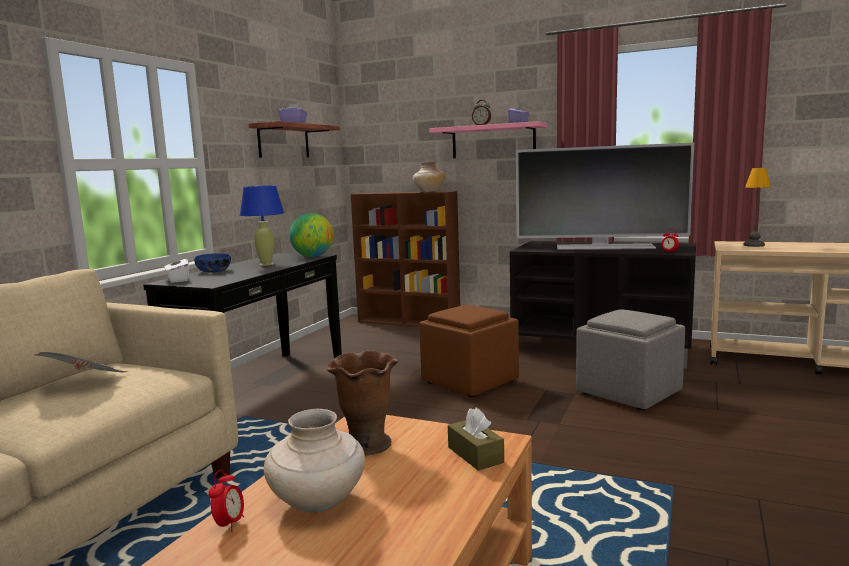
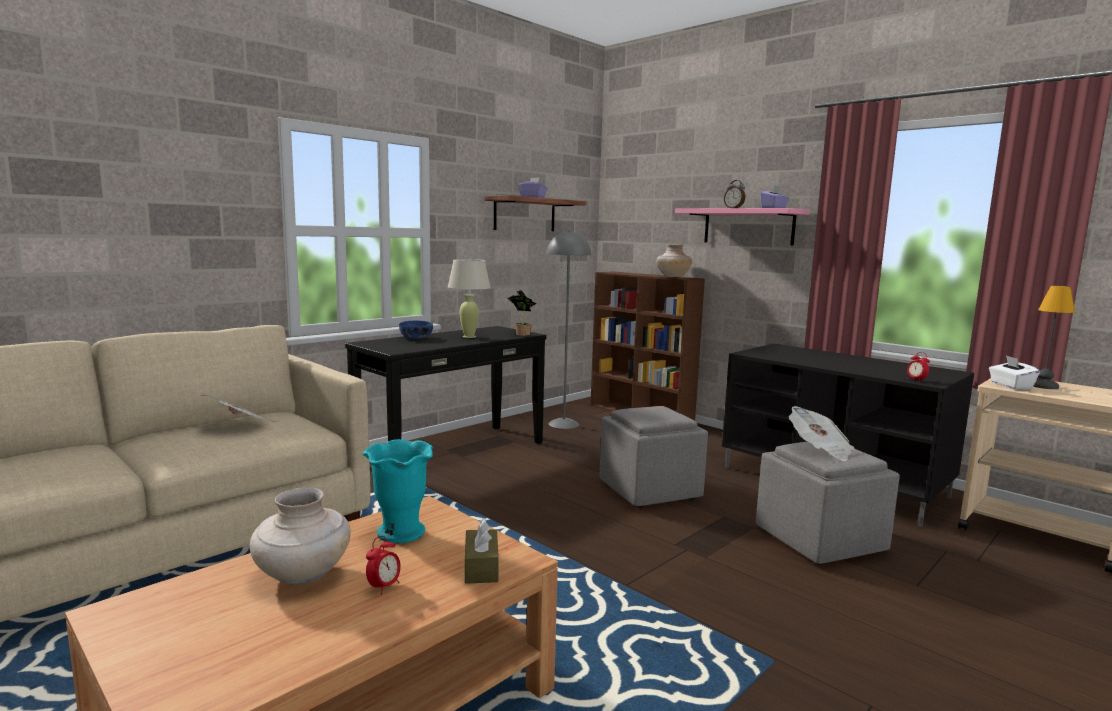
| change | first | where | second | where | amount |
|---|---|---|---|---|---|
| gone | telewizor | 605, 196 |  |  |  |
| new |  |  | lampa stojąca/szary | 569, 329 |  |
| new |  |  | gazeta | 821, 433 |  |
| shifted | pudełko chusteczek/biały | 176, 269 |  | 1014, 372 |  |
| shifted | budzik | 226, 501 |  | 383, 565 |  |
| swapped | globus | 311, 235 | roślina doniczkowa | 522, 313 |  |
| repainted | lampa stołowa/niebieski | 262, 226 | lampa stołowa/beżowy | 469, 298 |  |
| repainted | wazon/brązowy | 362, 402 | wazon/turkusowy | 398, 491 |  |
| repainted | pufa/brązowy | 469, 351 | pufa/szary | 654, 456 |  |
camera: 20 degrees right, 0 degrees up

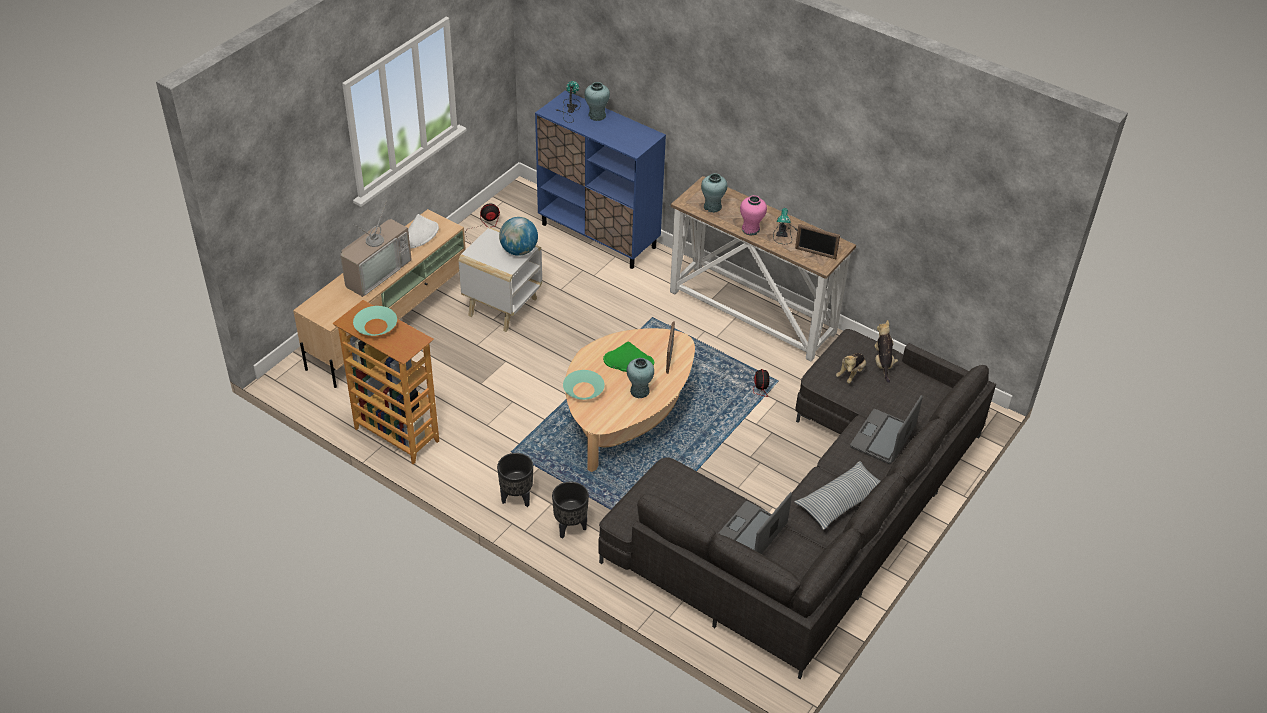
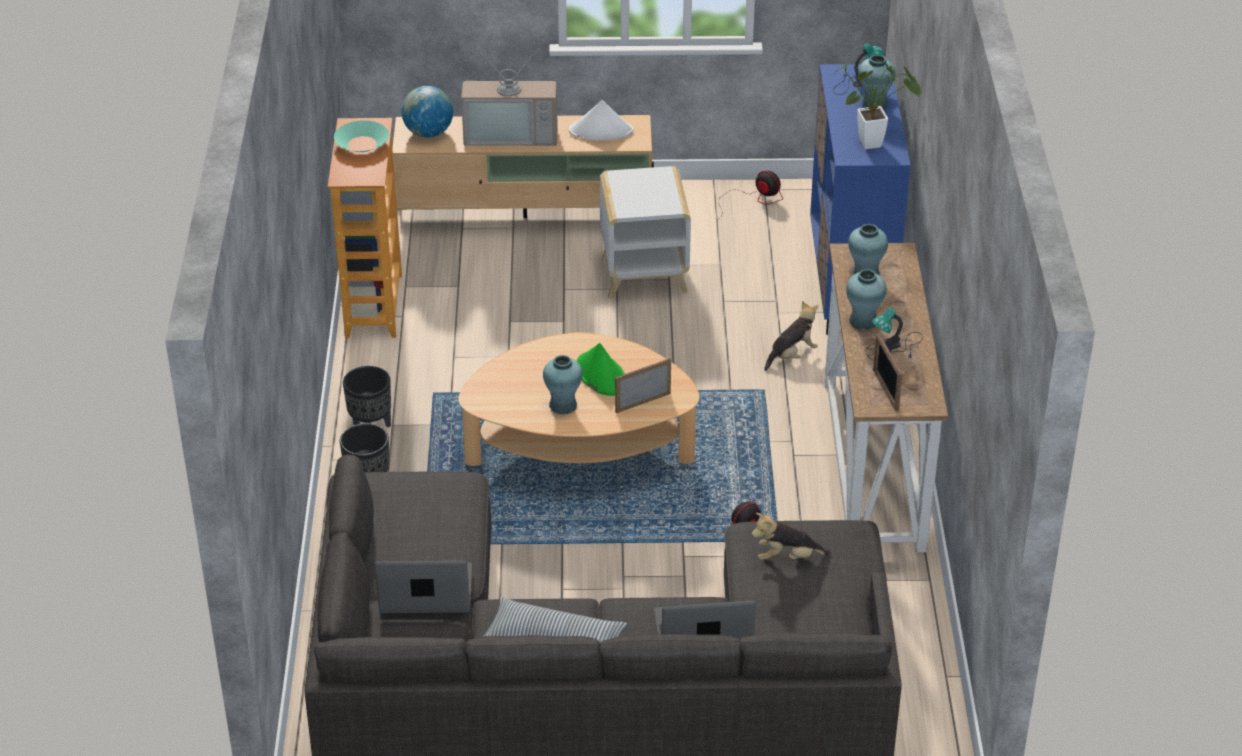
| change | first | where | second | where | amount |
|---|---|---|---|---|---|
| gone | miska/turkusowy | 584, 385 |  |  |  |
| new |  |  | roślina doniczkowa | 877, 106 |  |
| shifted | globus | 518, 236 |  | 427, 112 |  |
| shifted | pluszak | 886, 351 |  | 791, 336 |  |
| repainted | wazon/różowy | 753, 215 | wazon/turkusowy | 866, 299 |  |
camera: 55 degrees right, 5 degrees down

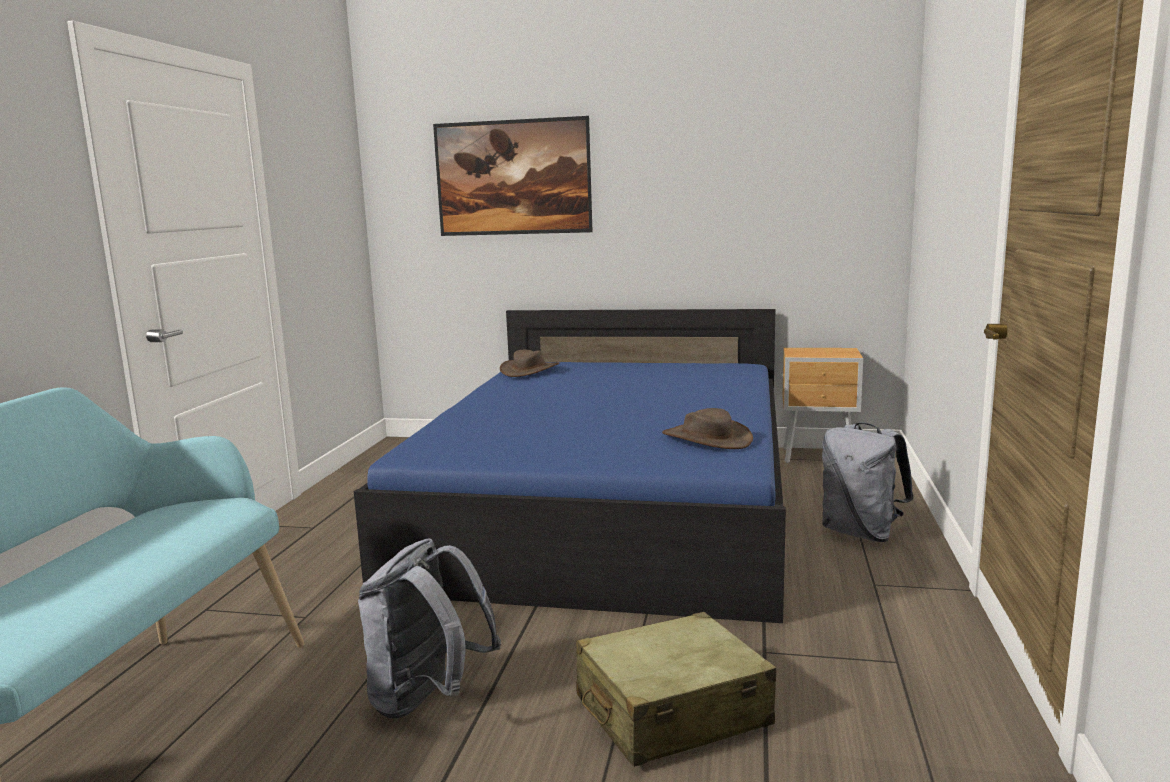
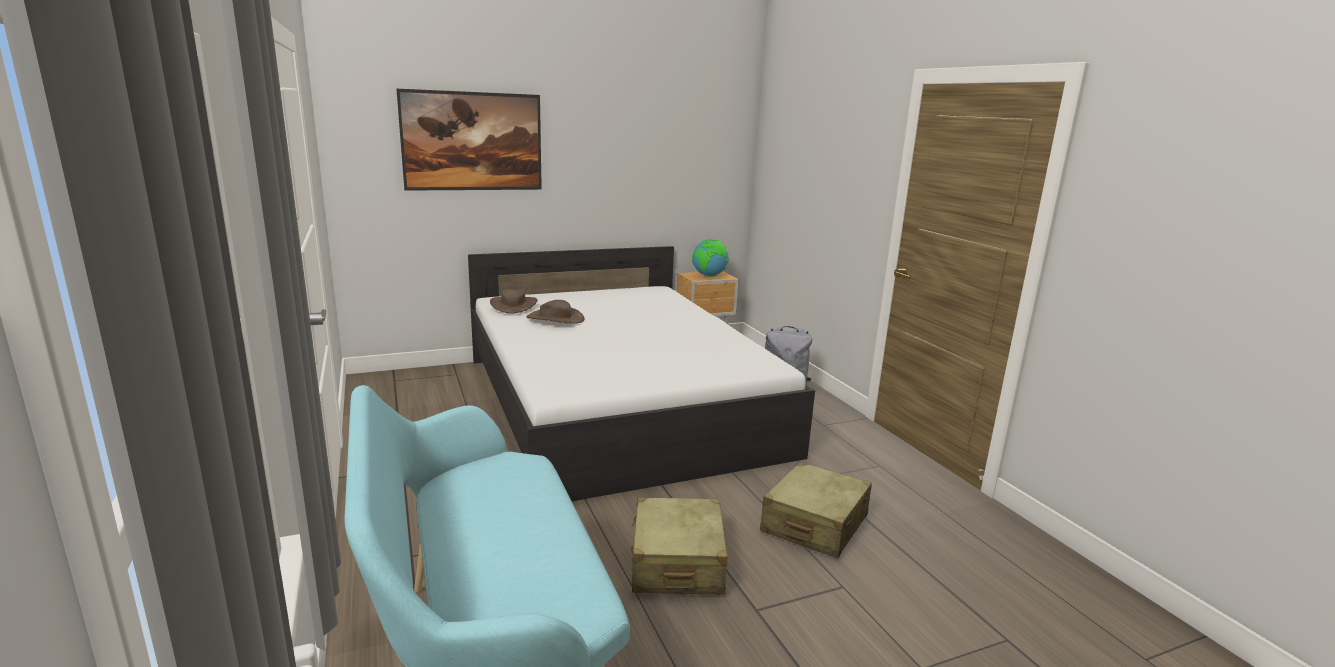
| change | first | where | second | where | amount |
|---|---|---|---|---|---|
| new |  |  | globus | 710, 258 |  |
| shifted | kapelusz/brązowy | 707, 428 |  | 555, 312 |  |
| swapped | plecak/szary | 429, 628 | walizka/beżowy | 679, 546 |  |
| repainted | łóżko/niebieski | 570, 466 | łóżko/biały | 641, 373 |  |
camera: 35 degrees left, 5 degrees up

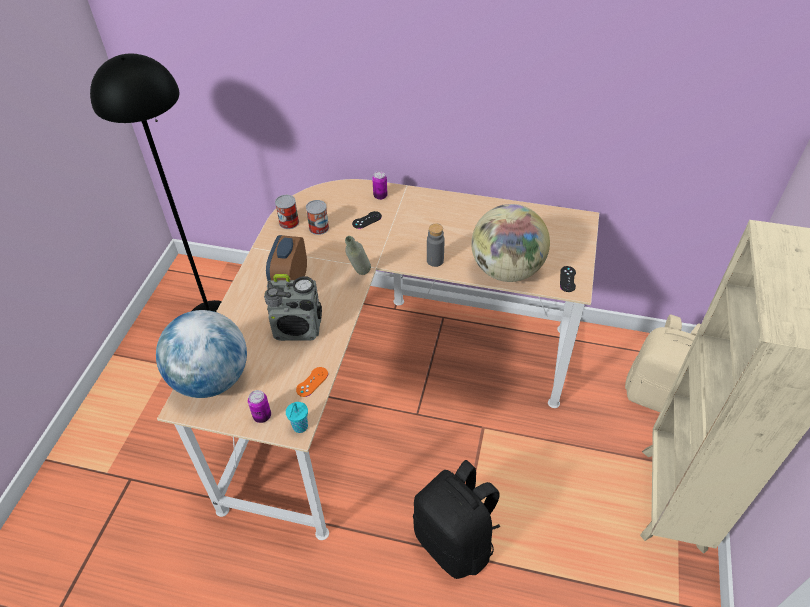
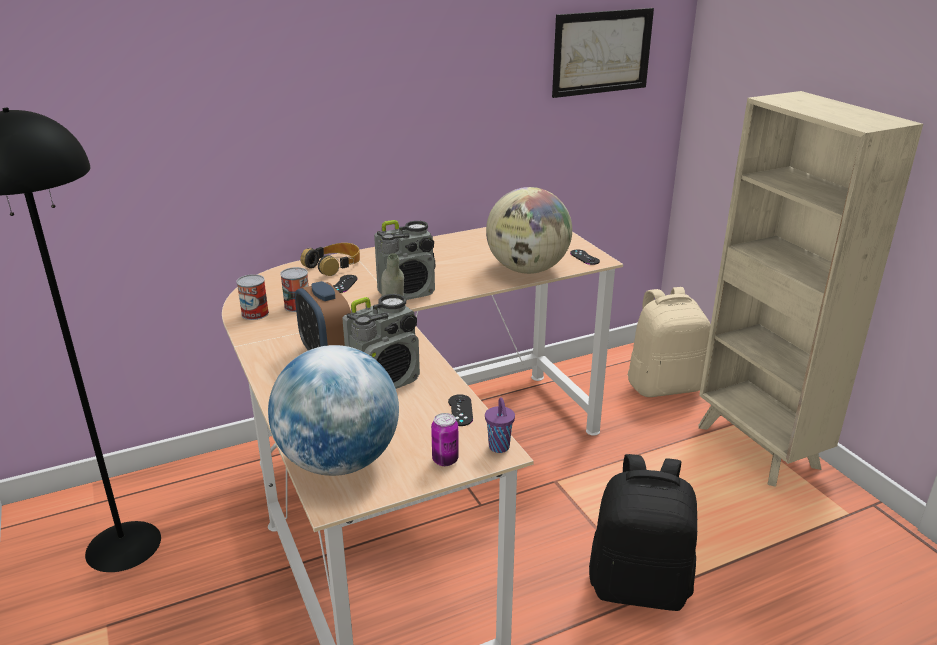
| change | first | where | second | where | amount |
|---|---|---|---|---|---|
| gone | butelka/szary | 436, 245 |  |  |  |
| new |  |  | radio | 405, 260 |  |
| new |  |  | obraz | 603, 53 |  |
| swapped | puszka | 380, 185 | słuchawki | 330, 259 |  |
| repainted | filiżanka/turkusowy | 297, 417 | filiżanka/fioletowy | 500, 425 |  |
| repainted | pad do gier/pomarańczowy | 312, 382 | pad do gier/czarny | 460, 410 |  |
camera: 40 degrees left, 20 degrees down

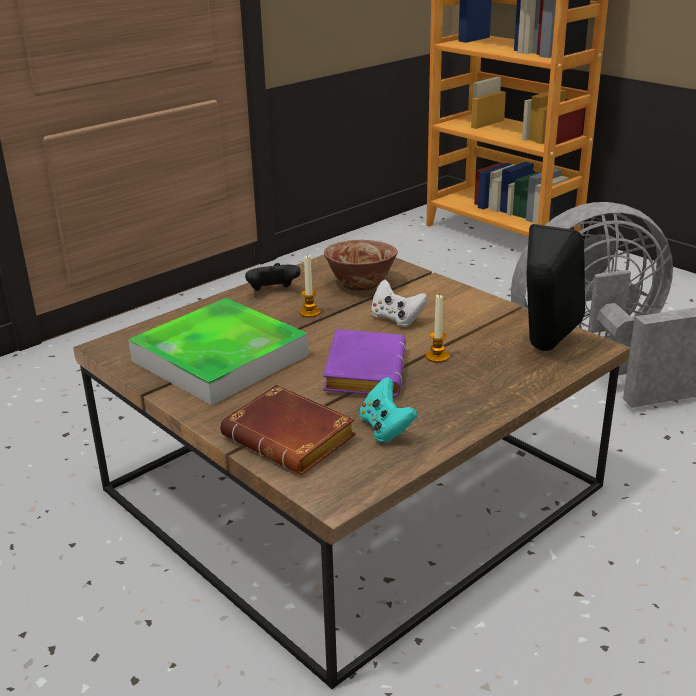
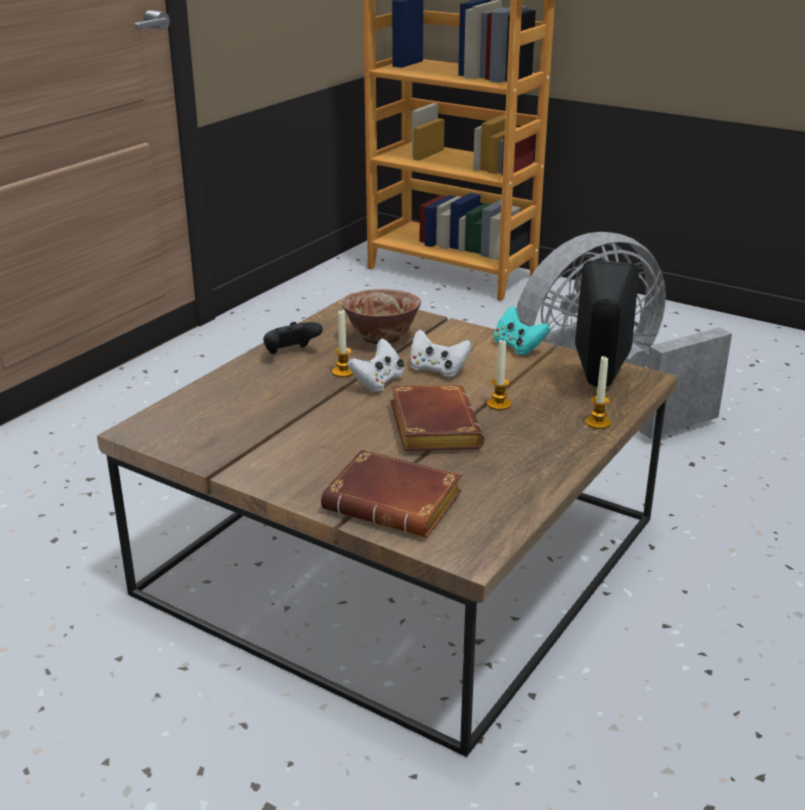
| change | first | where | second | where | amount |
|---|---|---|---|---|---|
| gone | taca | 218, 351 |  |  |  |
| new |  |  | pad do gier/biały | 375, 365 |  |
| new |  |  | świeca | 598, 392 |  |
| shifted | pad do gier/turkusowy | 389, 410 |  | 522, 330 |  |
| repainted | książka/fioletowy | 364, 363 | książka/brązowy | 437, 418 |  |
camera: 15 degrees left, 0 degrees up

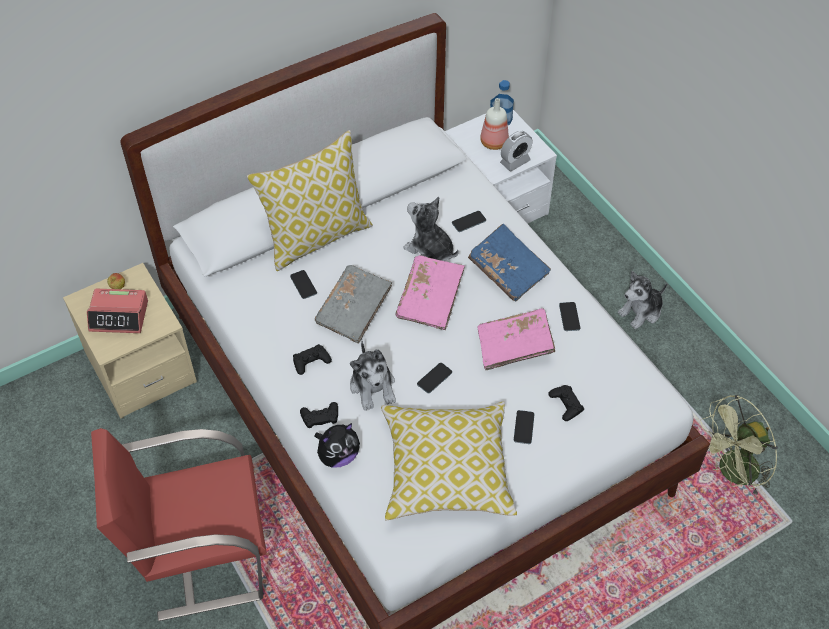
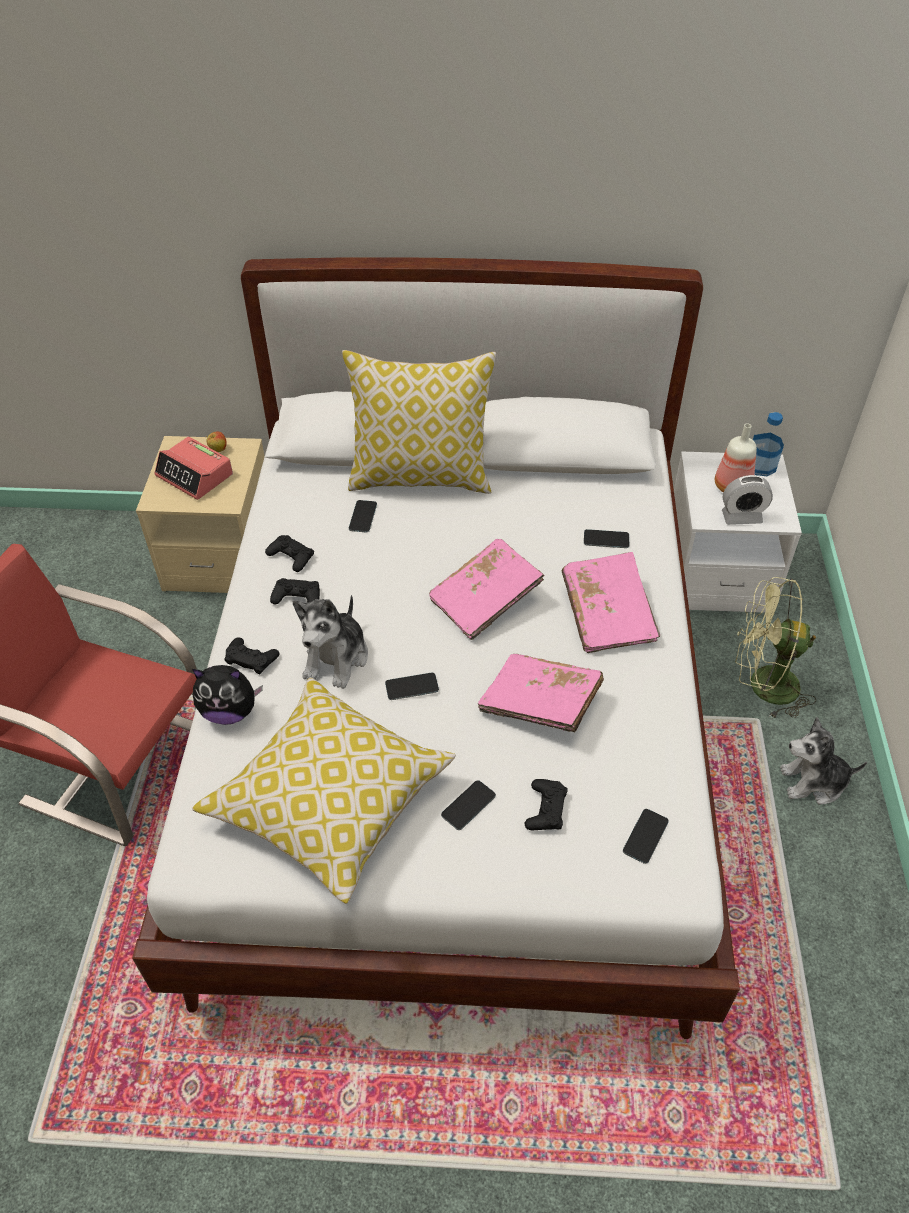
| change | first | where | second | where | amount |
|---|---|---|---|---|---|
| gone | książka/szary | 353, 304 |  |  |  |
| gone | pluszak | 431, 229 |  |  |  |
| new |  |  | pad do gier/czarny | 289, 553 |  |
| shifted | telefon | 569, 316 |  | 646, 836 |  |
| shifted | wentylator/zielony | 739, 446 |  | 775, 648 |  |
| repainted | książka/niebieski | 509, 262 | książka/różowy | 611, 602 |  |
camera: 35 degrees right, 5 degrees down

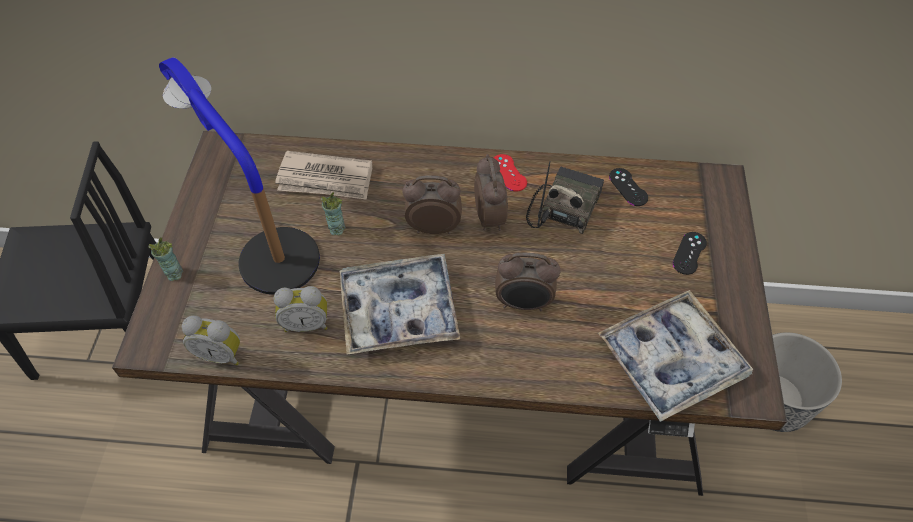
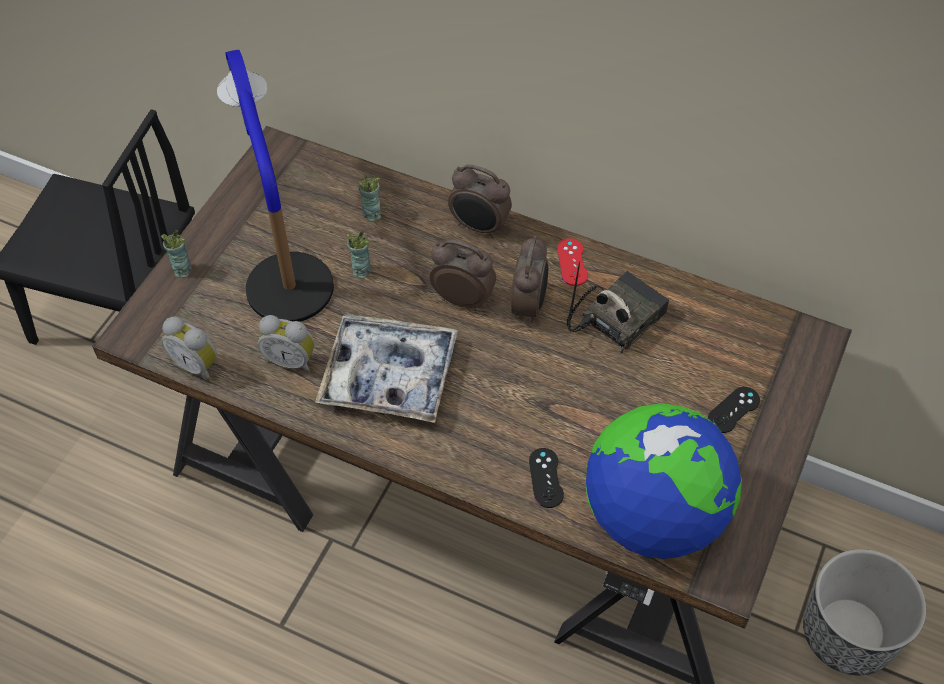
| change | first | where | second | where | amount |
|---|---|---|---|---|---|
| shifted | budzik | 528, 282 |  | 480, 201 |  |
| shifted | pad do gier/czarny | 628, 187 |  | 546, 478 |  |
| swapped | gazeta | 323, 175 | filiżanka | 370, 198 |  |
| swapped | taca | 675, 356 | globus | 664, 481 |  |
camera: 20 degrees right, 0 degrees up

